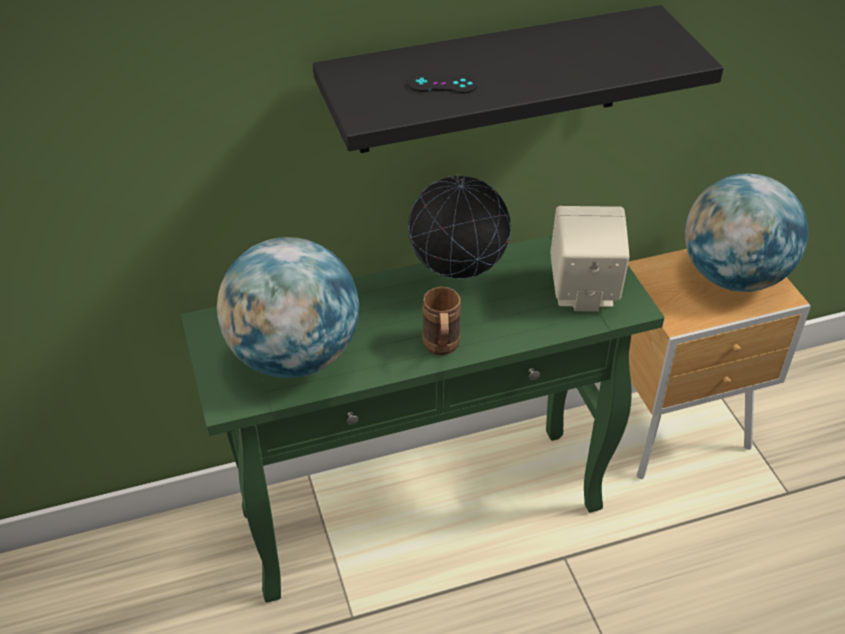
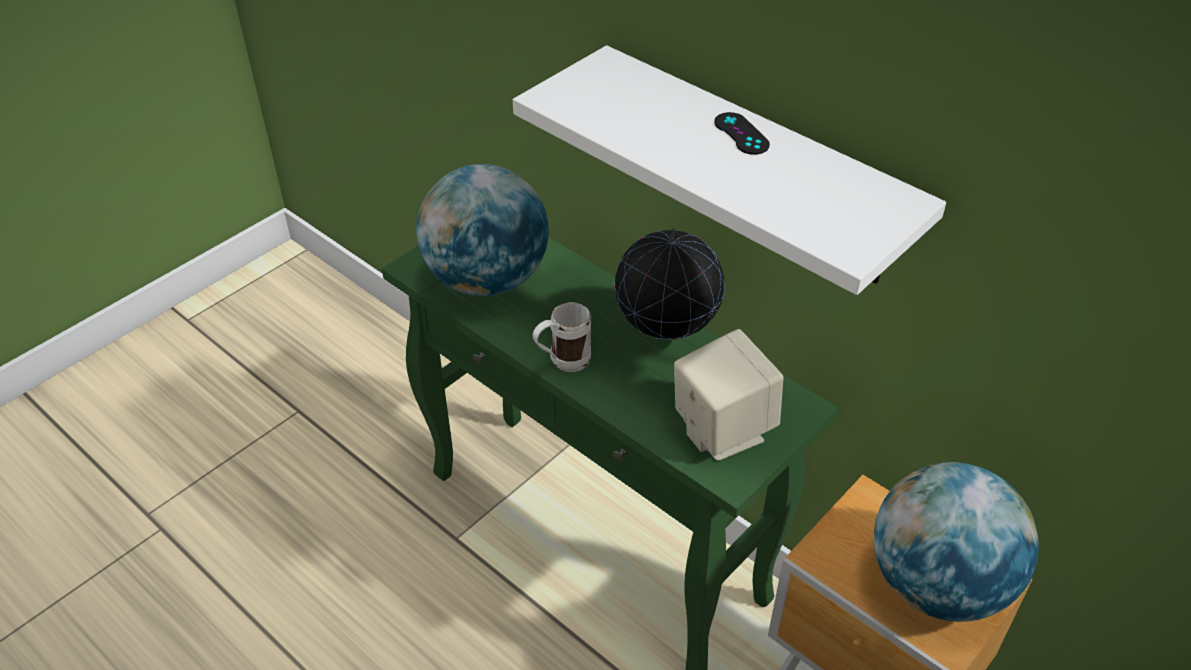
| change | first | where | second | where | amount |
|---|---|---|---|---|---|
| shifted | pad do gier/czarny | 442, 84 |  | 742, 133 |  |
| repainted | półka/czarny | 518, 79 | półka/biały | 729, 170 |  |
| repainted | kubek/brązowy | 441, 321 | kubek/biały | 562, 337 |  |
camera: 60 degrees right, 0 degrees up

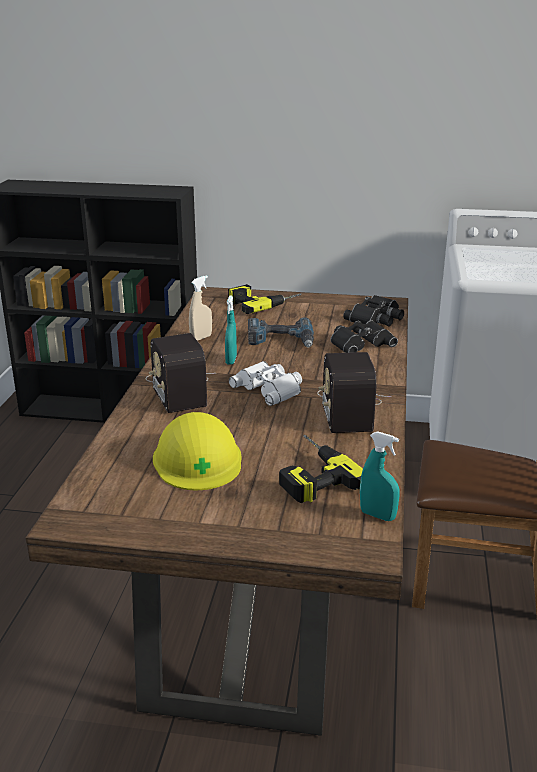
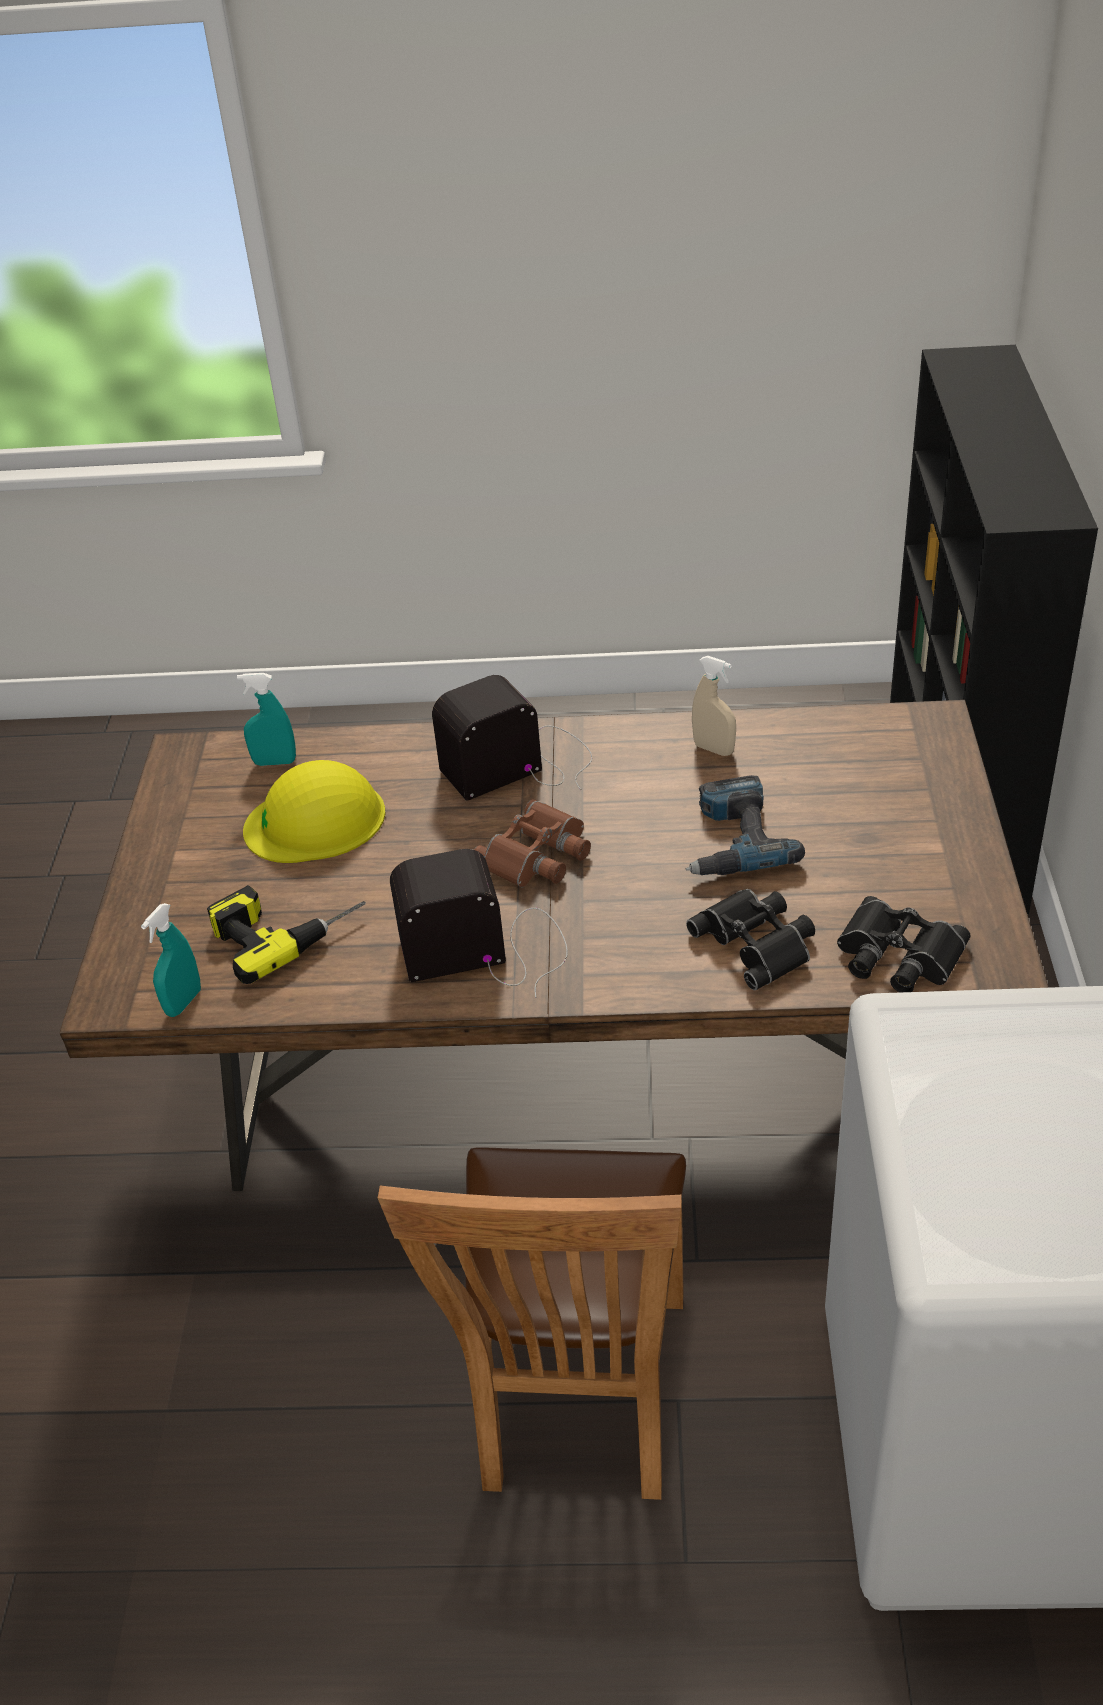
| change | first | where | second | where | amount |
|---|---|---|---|---|---|
| gone | wiertarka | 265, 299 |  |  |  |
| shifted | spryskiwacz/turkusowy | 231, 330 |  | 266, 719 |  |
| repainted | lornetka/biały | 265, 383 | lornetka/brązowy | 532, 843 |  |
camera: 85 degrees right, 15 degrees up

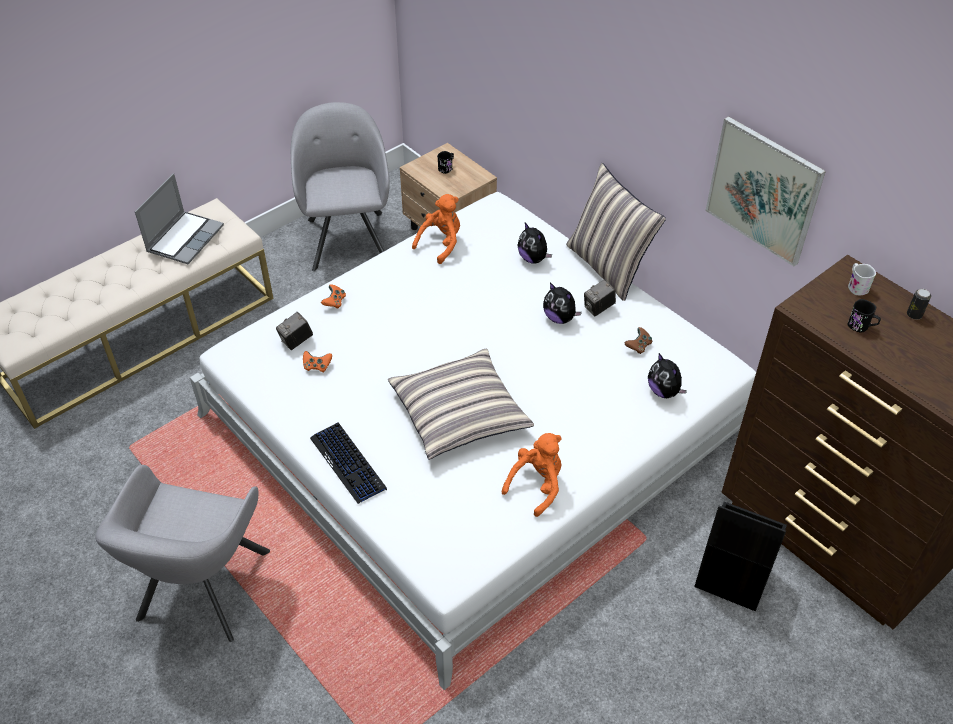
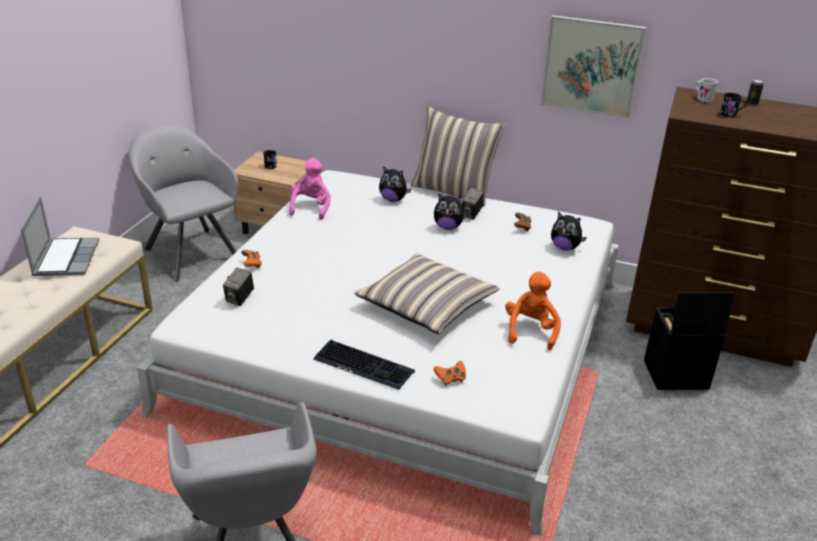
| change | first | where | second | where | amount |
|---|---|---|---|---|---|
| shifted | pad do gier/pomarańczowy | 317, 362 |  | 450, 373 |  |
| repainted | pluszak/pomarańczowy | 436, 229 | pluszak/różowy | 310, 189 |  |
camera: 30 degrees left, 15 degrees down

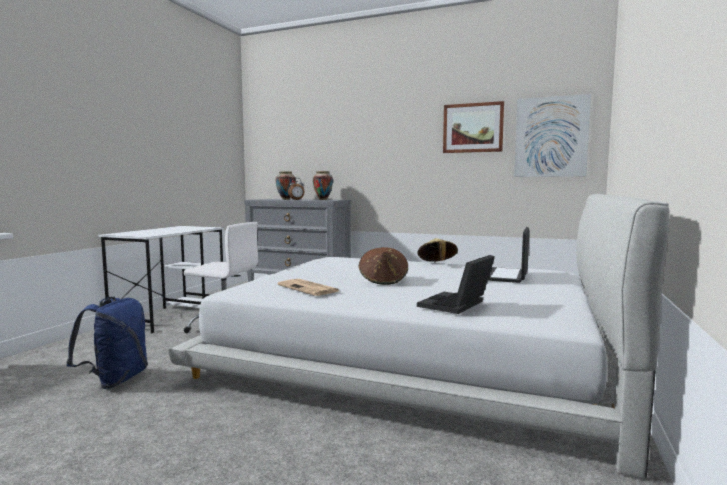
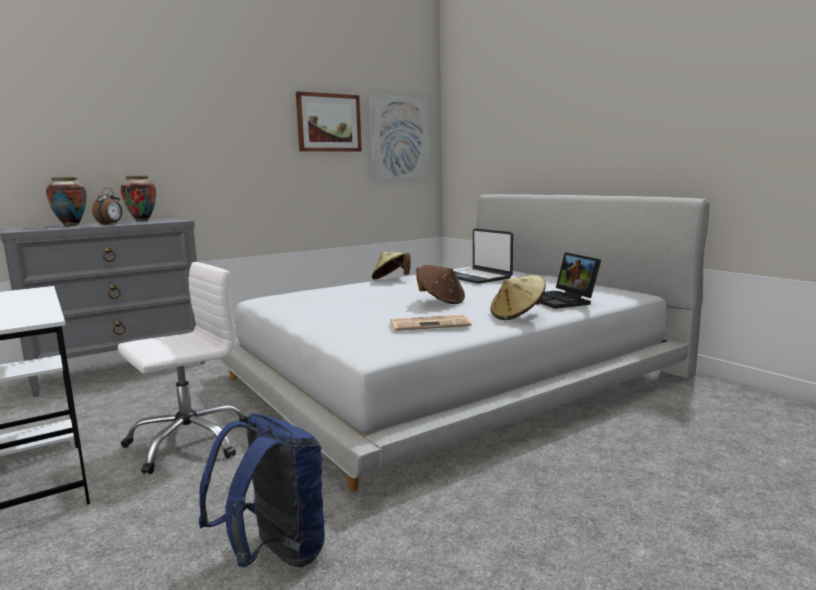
| change | first | where | second | where | amount |
|---|---|---|---|---|---|
| new |  |  | kapelusz/beżowy | 518, 297 |  |
camera: 55 degrees left, 5 degrees up

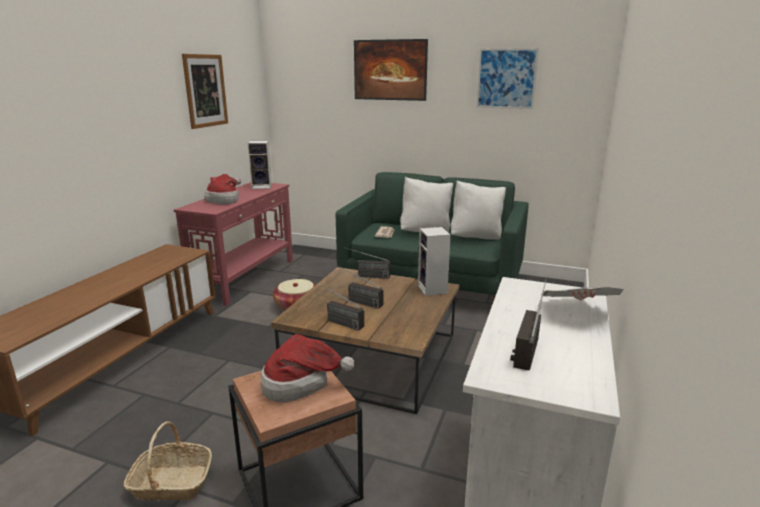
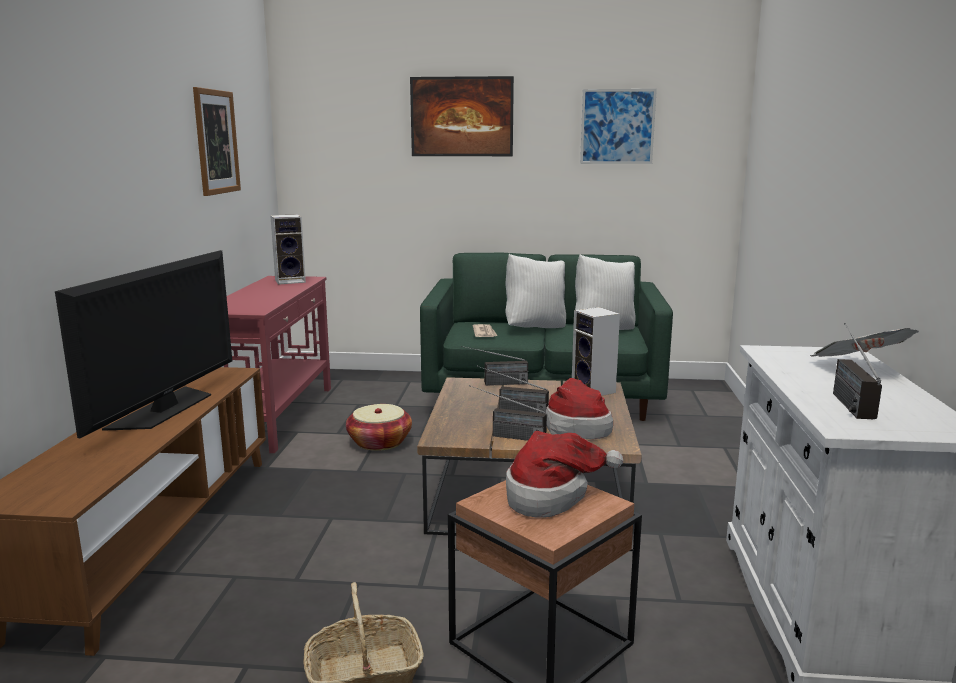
| change | first | where | second | where | amount |
|---|---|---|---|---|---|
| new |  |  | telewizor | 143, 344 |  |
| shifted | kapelusz | 222, 189 |  | 579, 408 |  |
camera: 15 degrees left, 5 degrees down

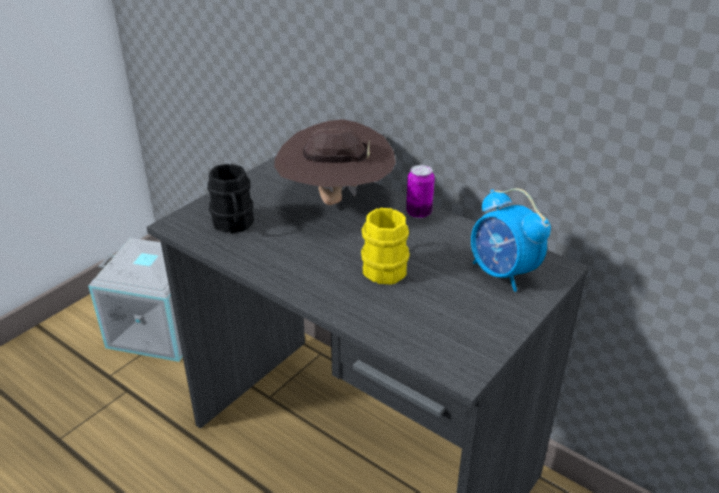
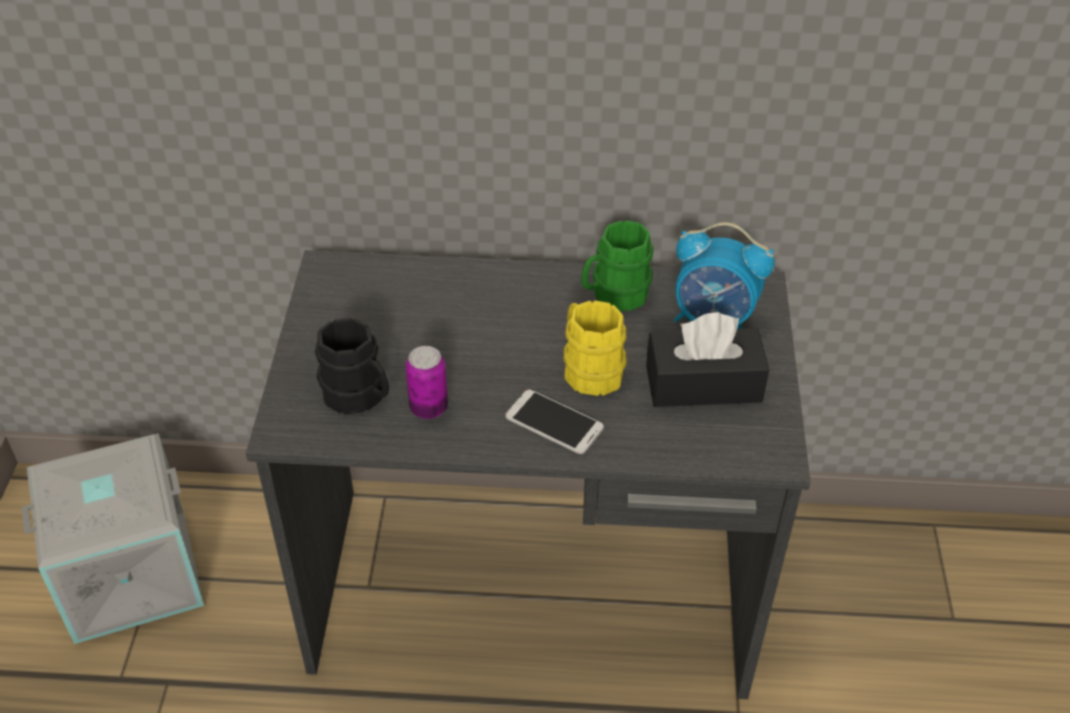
| change | first | where | second | where | amount |
|---|---|---|---|---|---|
| gone | kapelusz/brązowy | 335, 162 |  |  |  |
| new |  |  | telefon | 554, 421 |  |
| new |  |  | kubek/zielony | 617, 265 |  |
| new |  |  | pudełko chusteczek/czarny | 707, 359 |  |
| shifted | puszka | 420, 191 |  | 426, 382 |  |
camera: 35 degrees left, 10 degrees up

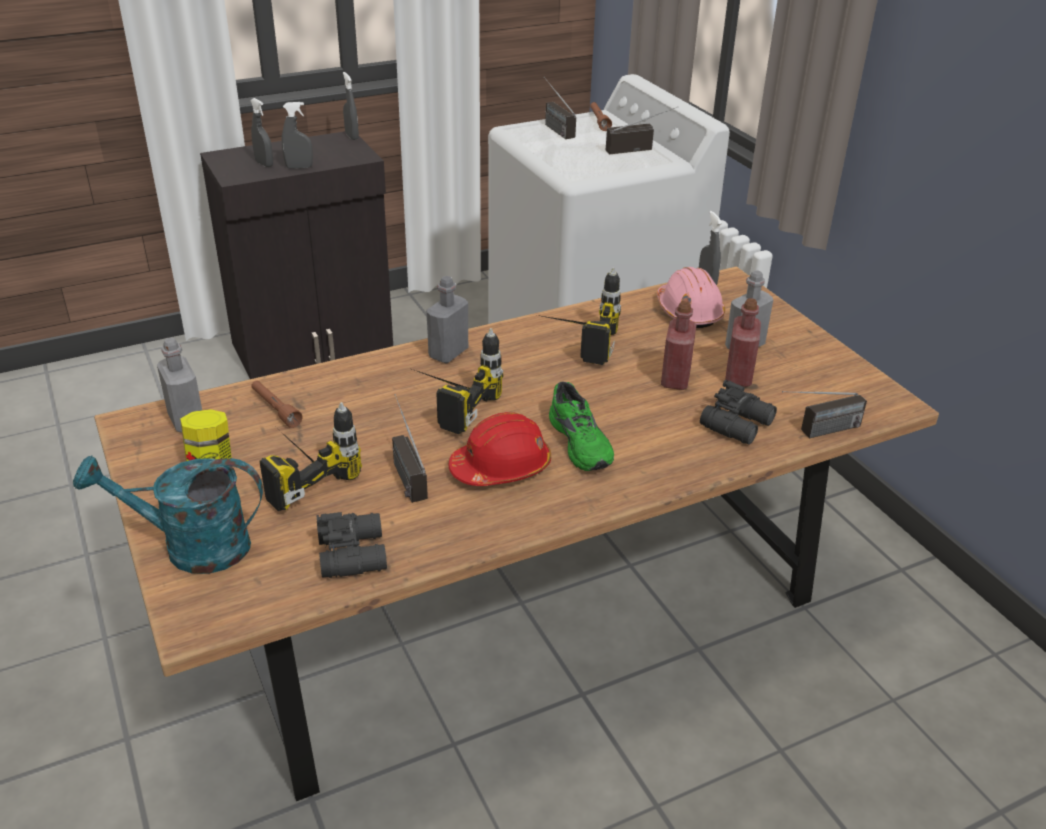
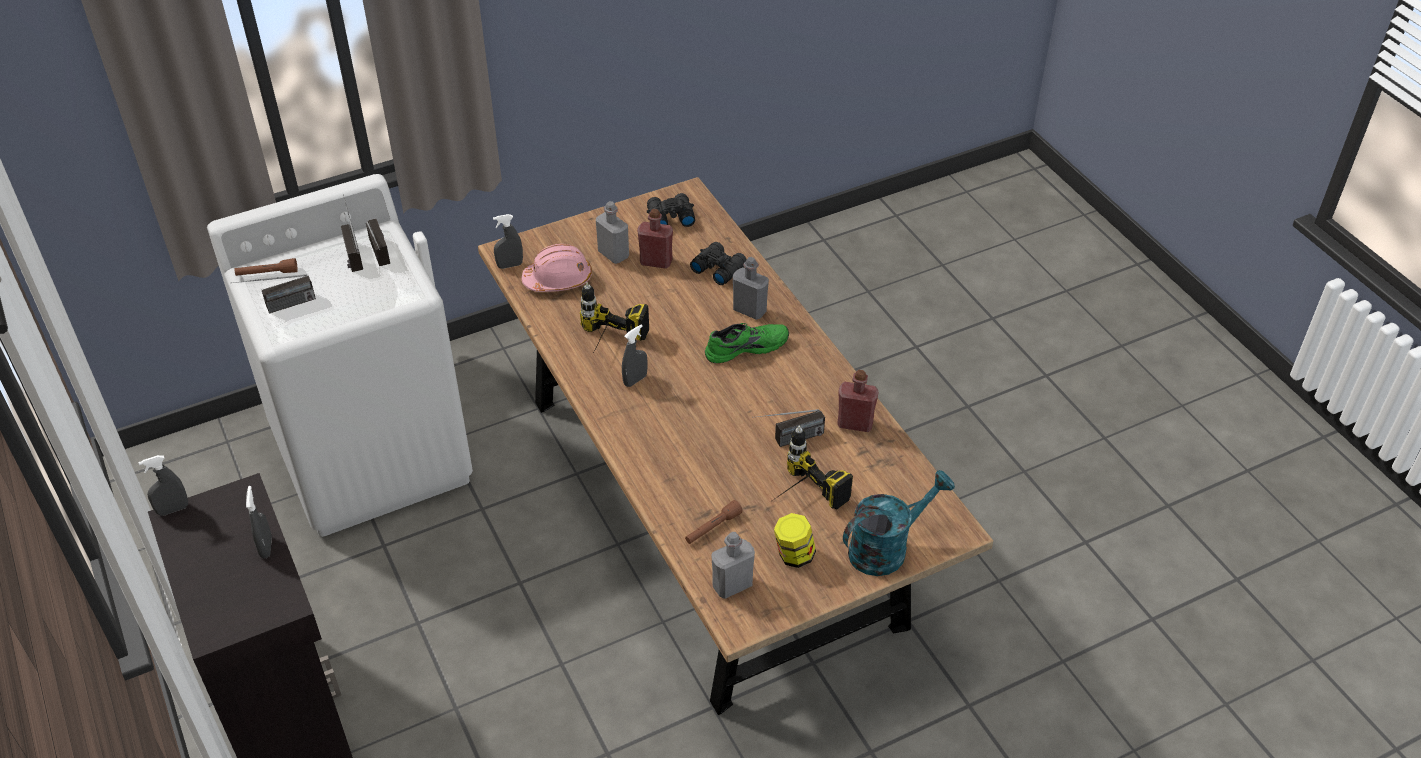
| change | first | where | second | where | amount |
|---|---|---|---|---|---|
| gone | wiertarka | 457, 381 |  |  |  |
| gone | kask/czerwony | 500, 449 |  |  |  |
| shifted | spryskiwacz/szary | 261, 132 |  | 634, 355 |  |
| shifted | lornetka/czarny | 351, 545 |  | 671, 210 |  |
| shifted | butelka/szary | 447, 319 |  | 751, 288 |  |
| shifted | butelka/czerwony | 678, 345 |  | 858, 401 |  |
| shifted | radio | 824, 414 |  | 378, 242 |  |
| rotated | konewka/turkusowy | 168, 515 |  | 899, 523 | 120 degrees counterclockwise |
camera: 90 degrees left, 10 degrees up

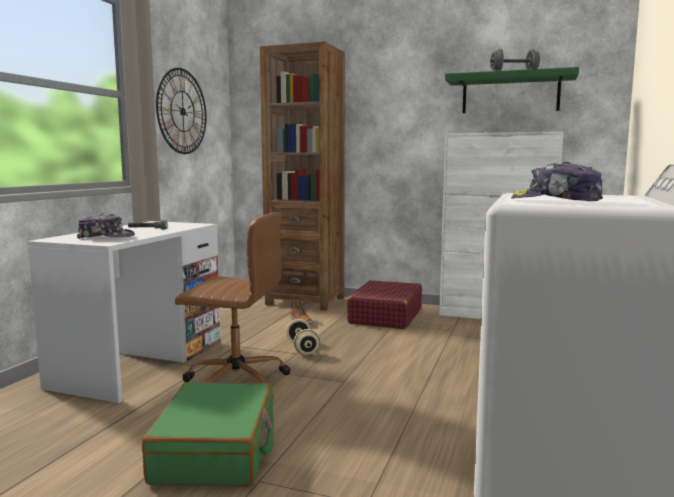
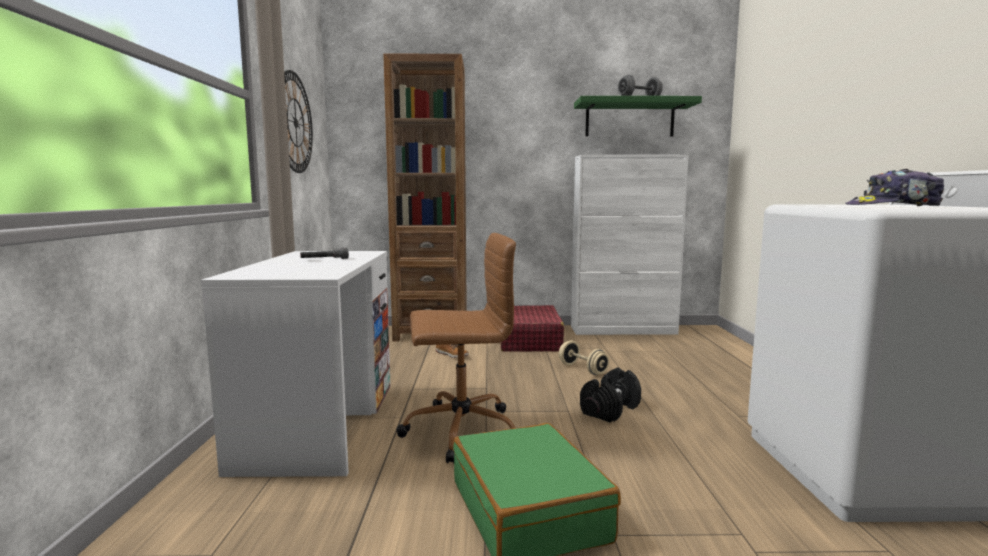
| change | first | where | second | where | amount |
|---|---|---|---|---|---|
| gone | czapka z daszkiem | 106, 226 |  |  |  |
| new |  |  | hantel/czarny | 610, 394 |  |
| shifted | hantel/beżowy | 303, 337 |  | 584, 357 |  |
camera: 20 degrees left, 0 degrees up

